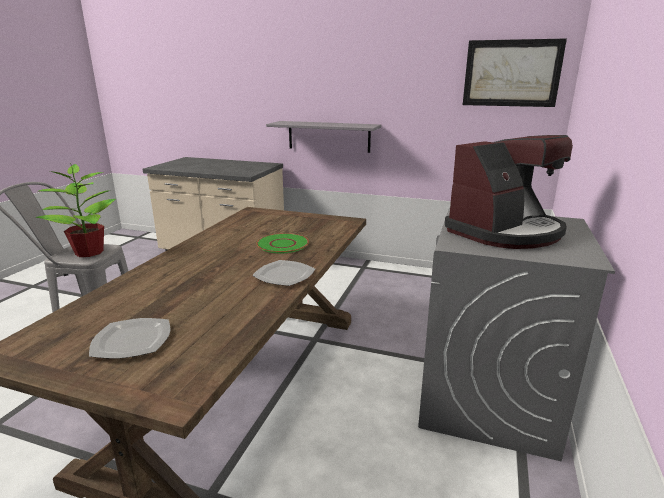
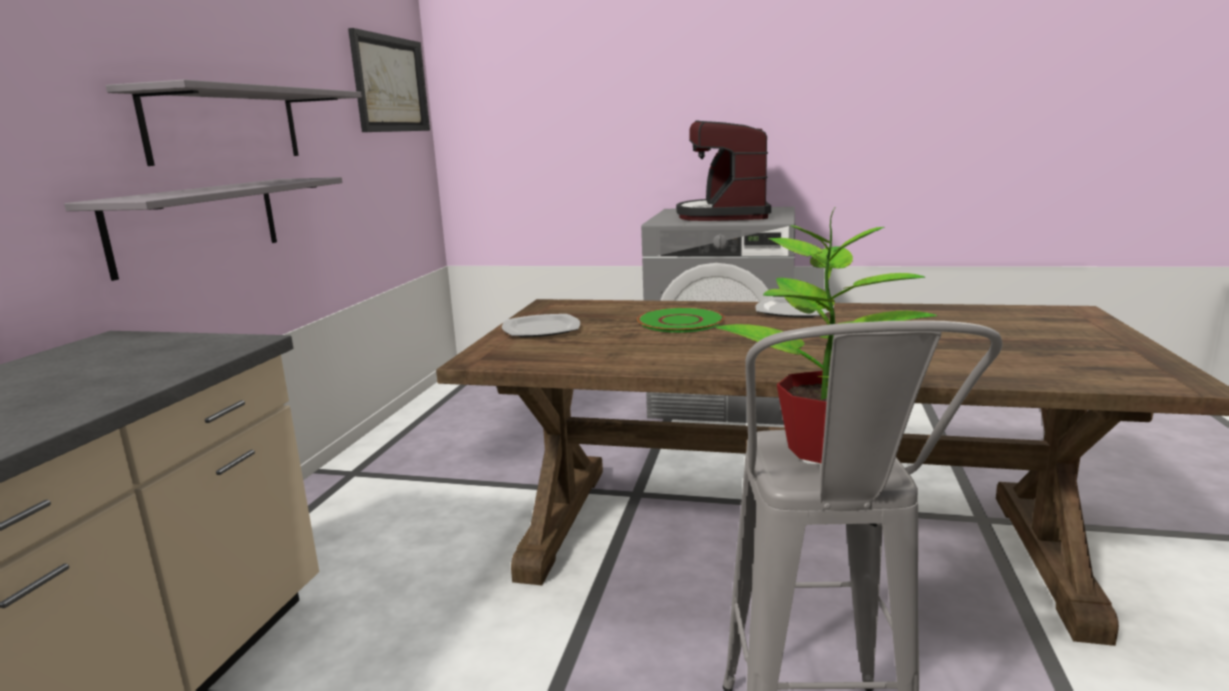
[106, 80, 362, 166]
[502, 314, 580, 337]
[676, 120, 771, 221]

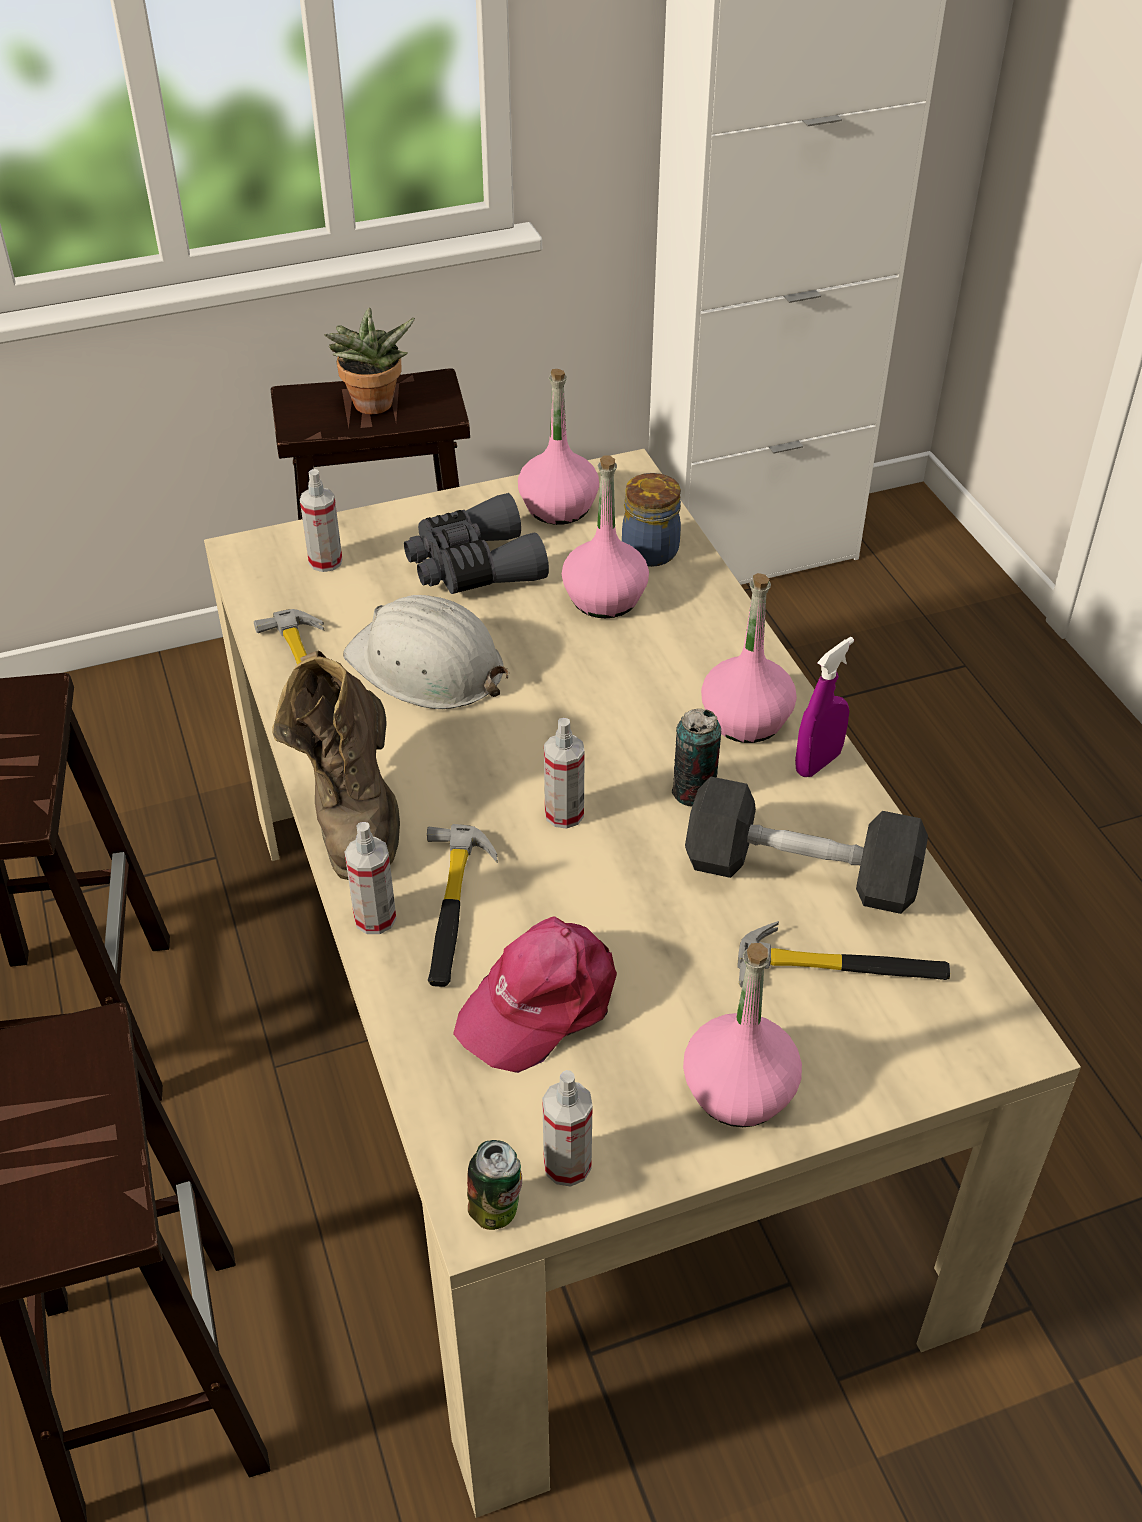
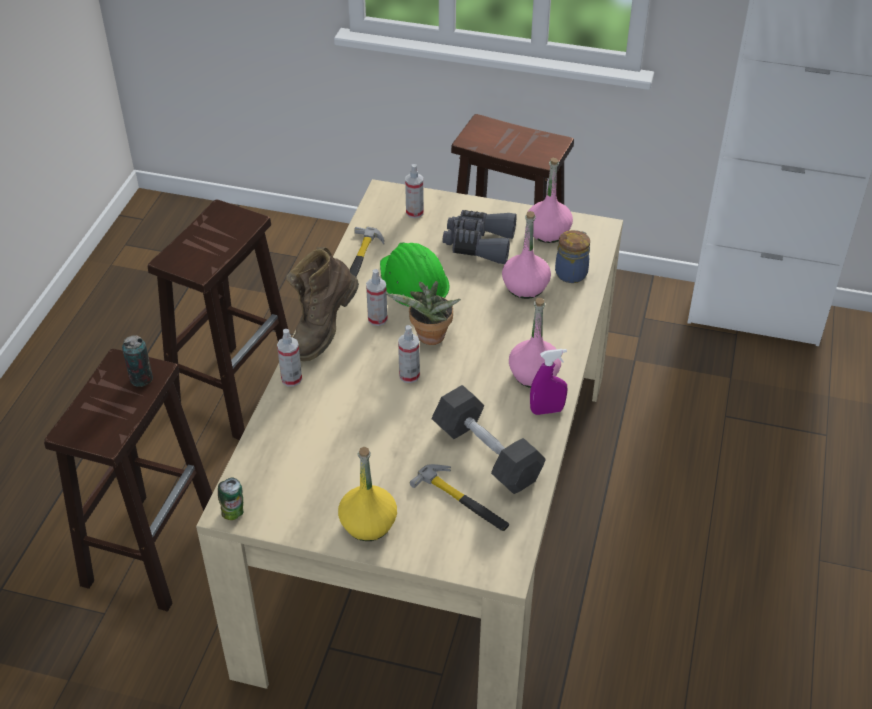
[122, 335, 153, 387]
[338, 446, 397, 541]
[366, 269, 388, 326]
[380, 242, 450, 307]
[385, 281, 461, 345]
[427, 824, 498, 987] (first image)
[453, 916, 617, 1073] (first image)

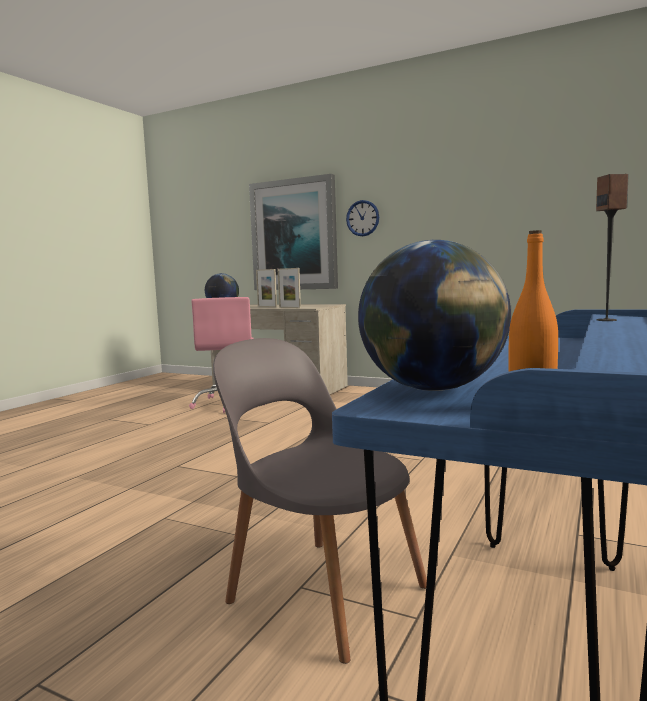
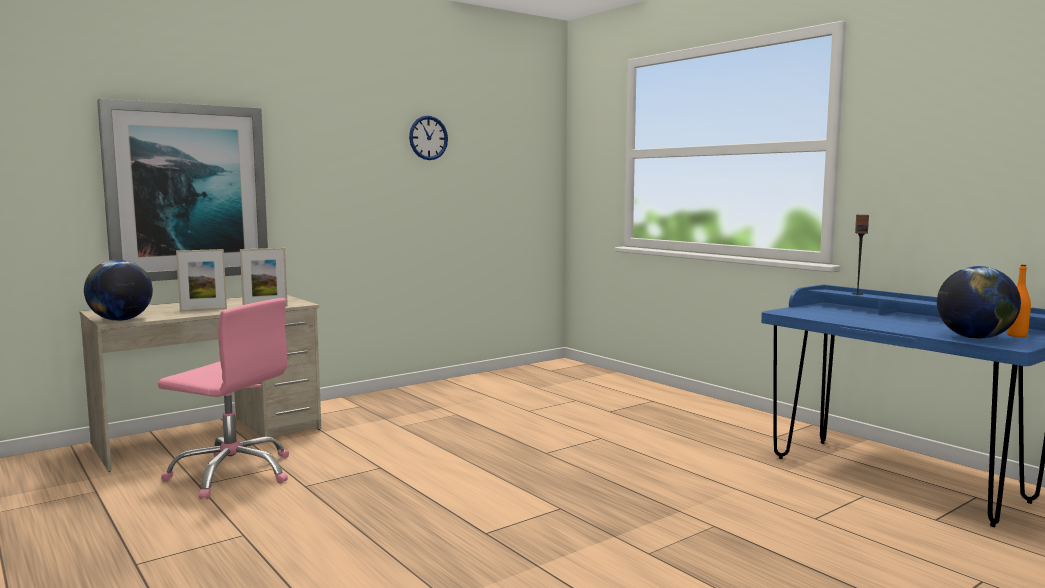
[409, 116, 448, 160]
[213, 338, 427, 664] (first image)

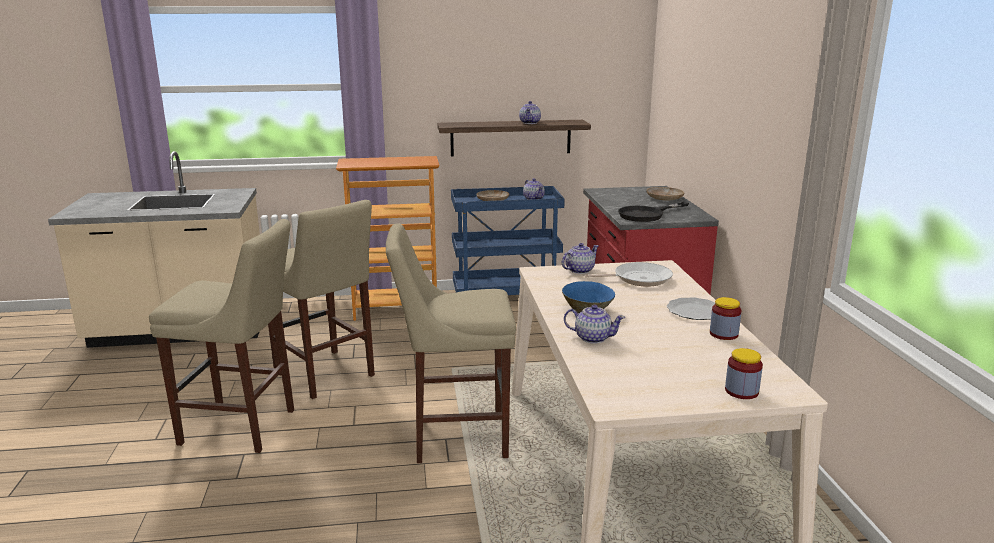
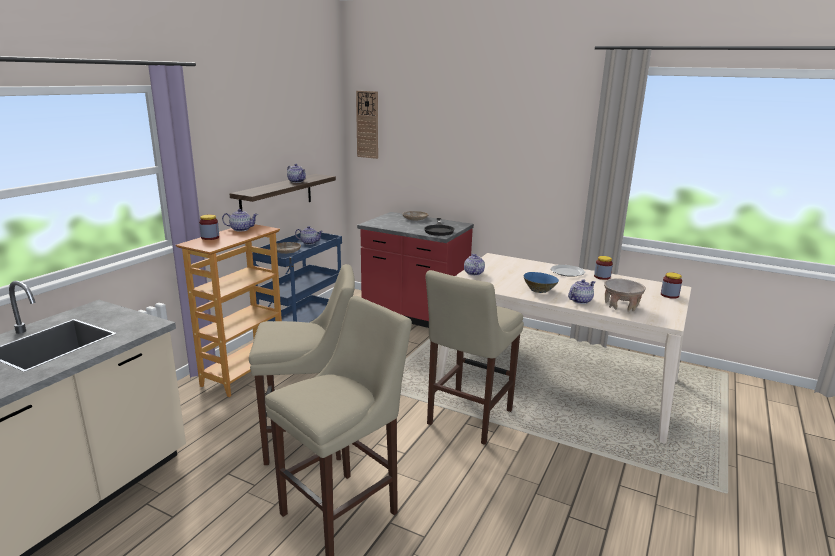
[199, 215, 219, 240]
[222, 209, 258, 232]
[356, 91, 378, 159]
[604, 278, 646, 312]
[584, 262, 673, 286] (first image)

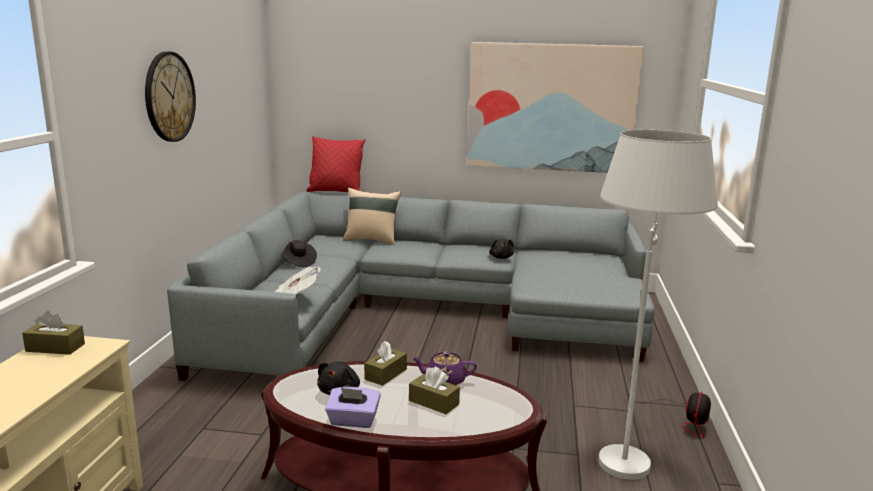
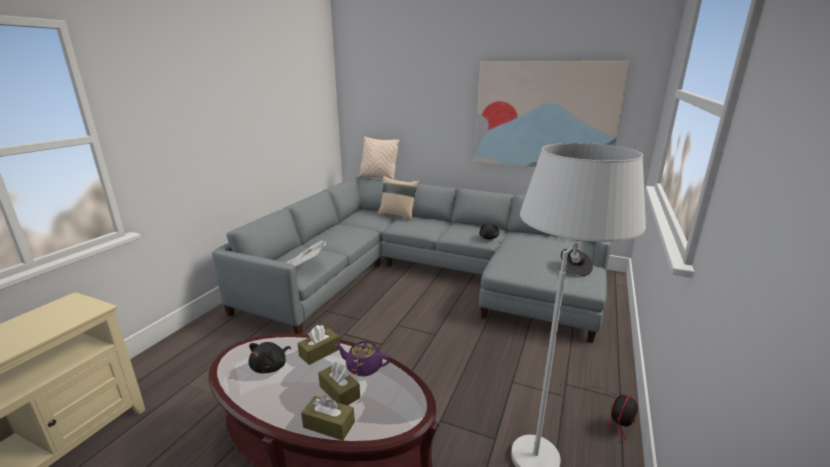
[301, 396, 355, 440]
[358, 136, 400, 179]
[561, 249, 593, 276]
[145, 52, 196, 142] (first image)
[325, 387, 381, 428] (first image)

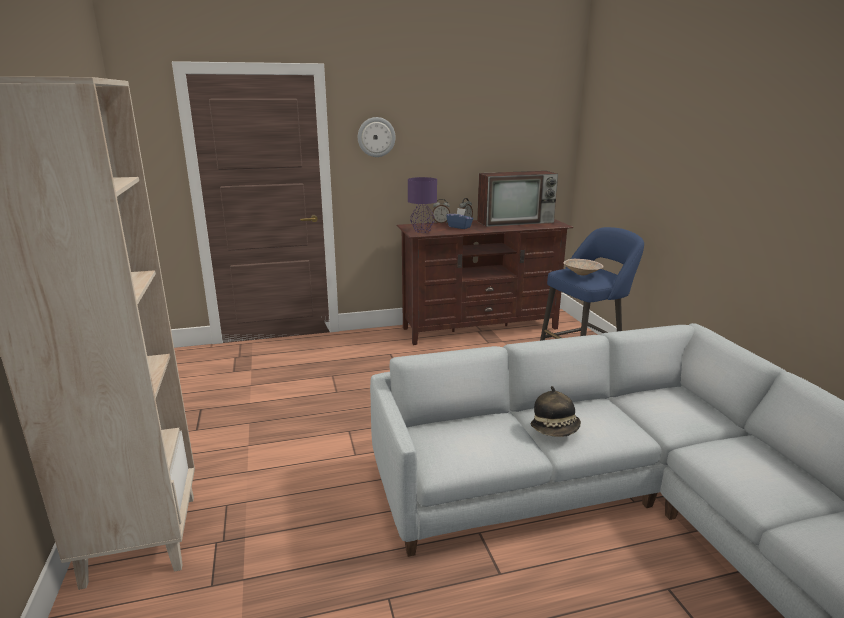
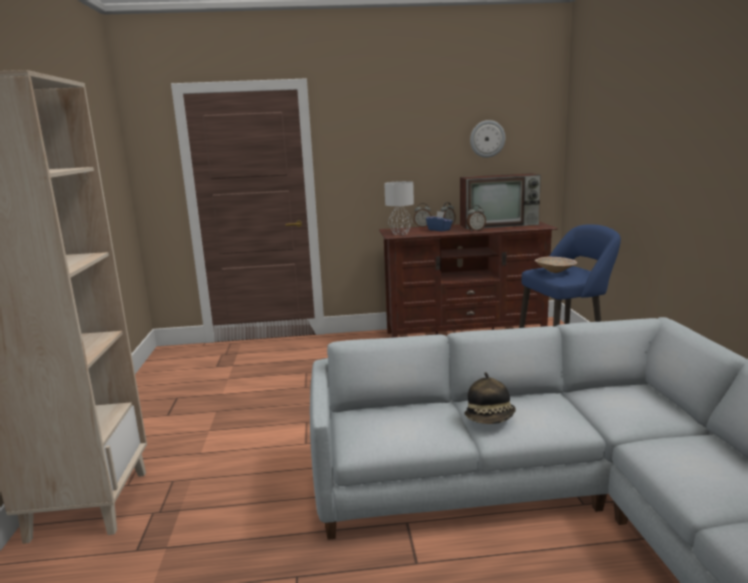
[384, 181, 414, 235]
[467, 205, 486, 231]
[470, 120, 505, 158]

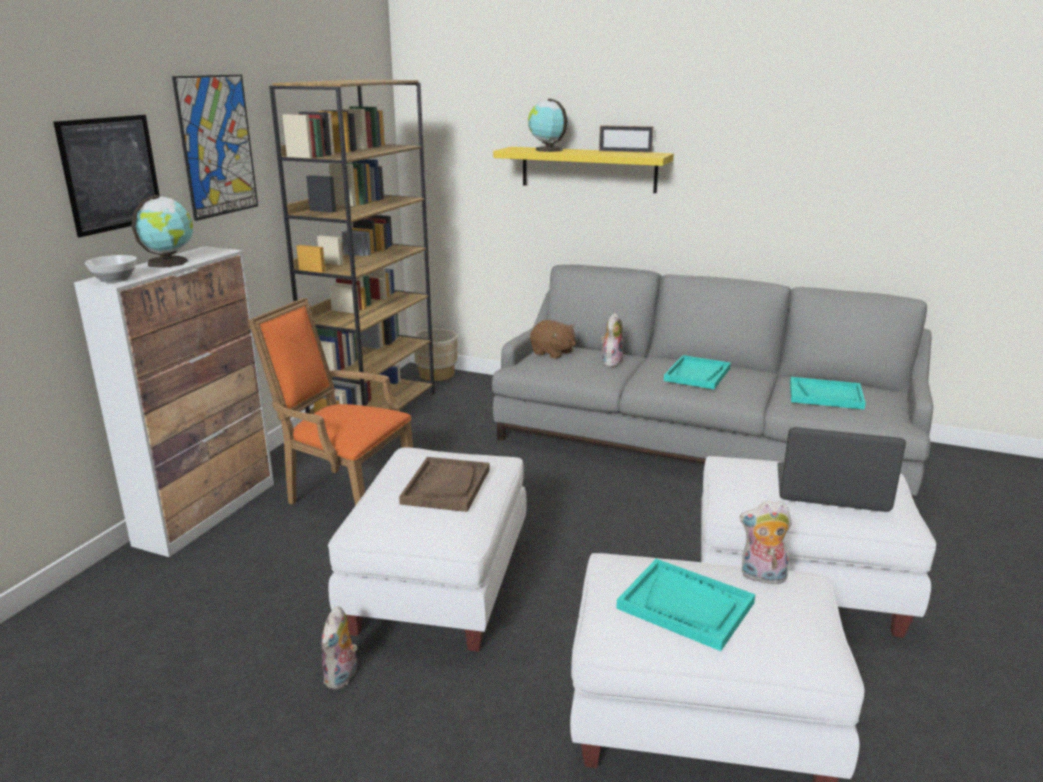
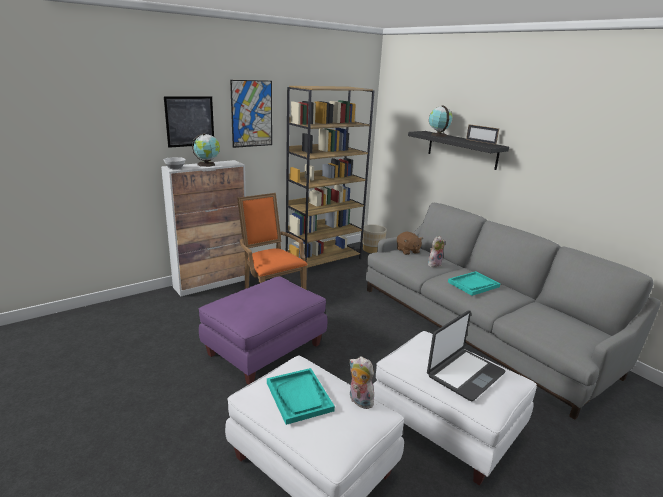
[199, 277, 327, 385]
[408, 131, 509, 170]
[427, 311, 505, 401]
[321, 606, 358, 690] (first image)
[399, 457, 490, 512] (first image)
[790, 377, 866, 410] (first image)

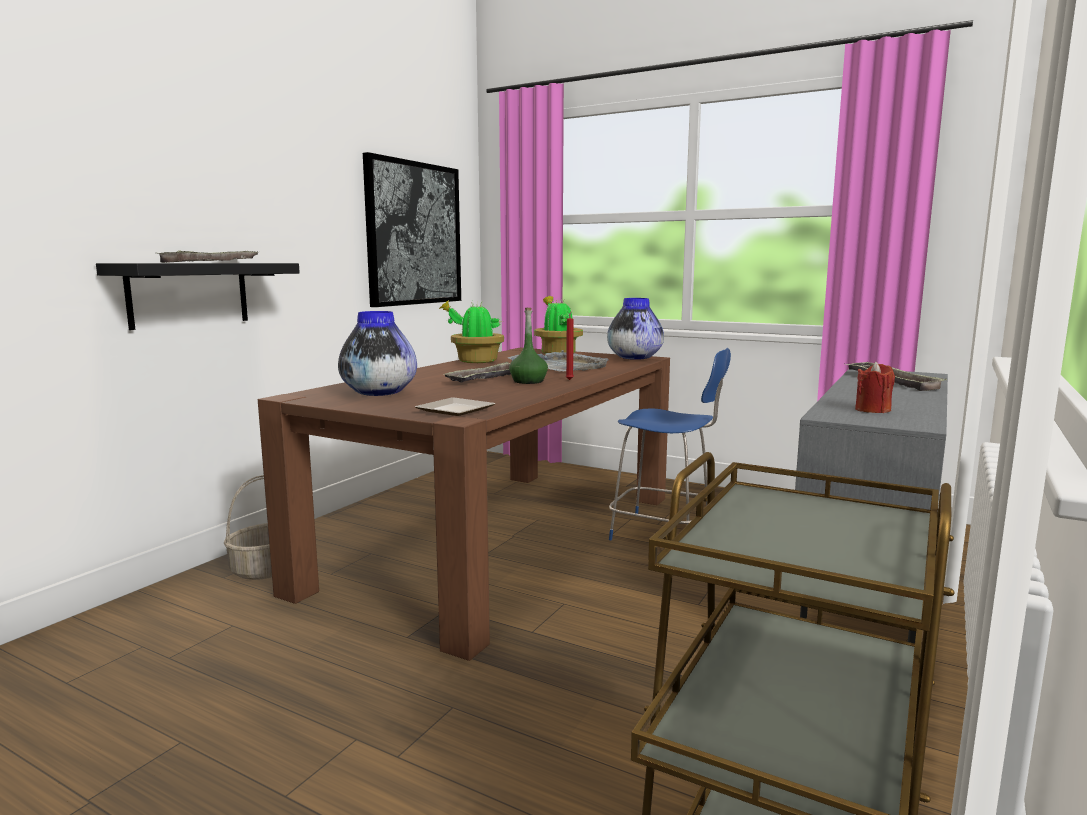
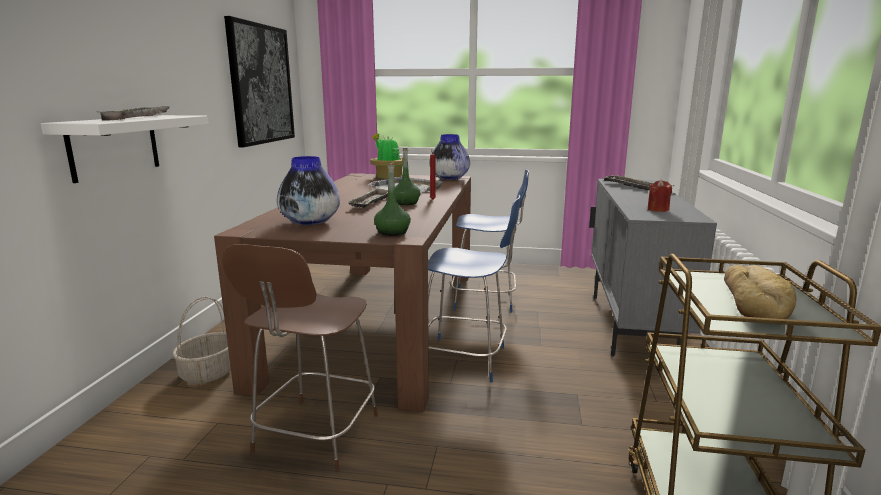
[41, 115, 208, 183]
[222, 244, 378, 472]
[374, 163, 411, 236]
[428, 195, 521, 382]
[724, 265, 797, 319]
[439, 300, 504, 363] (first image)

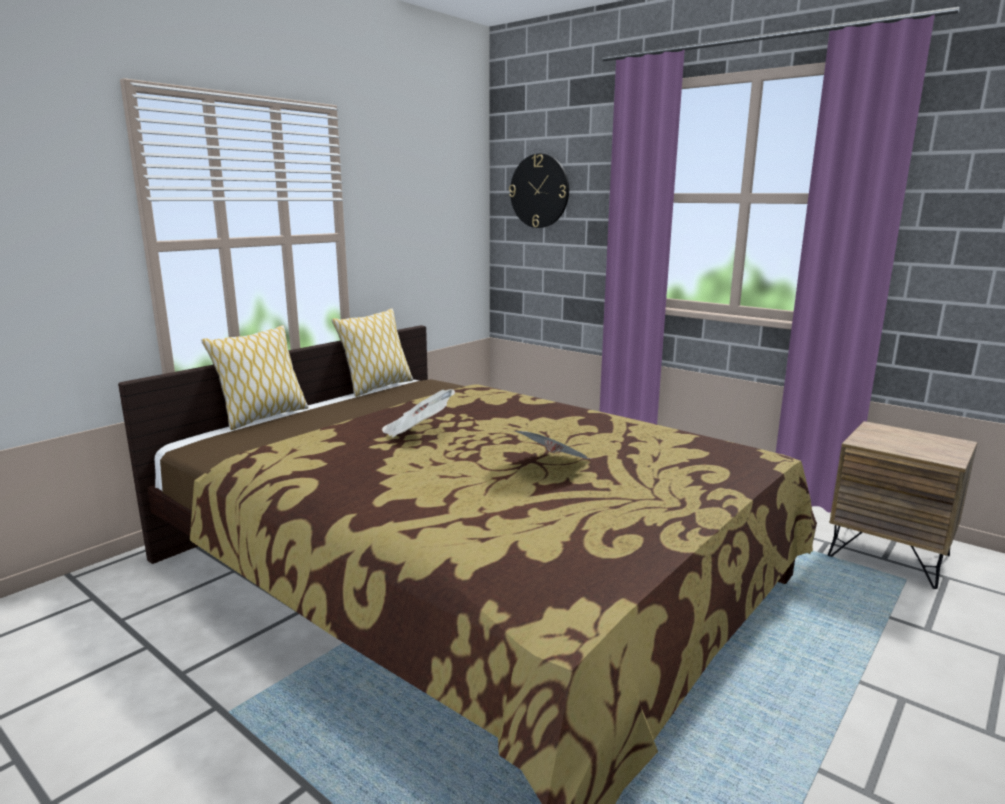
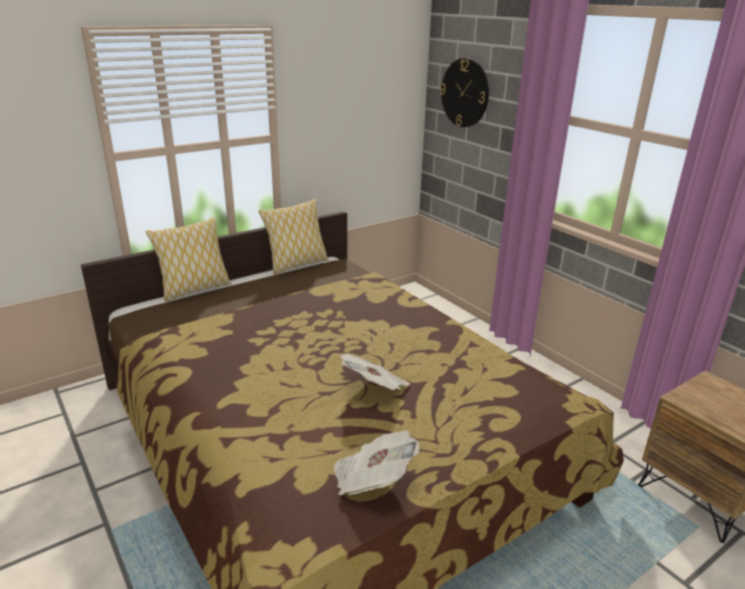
[334, 430, 419, 496]

